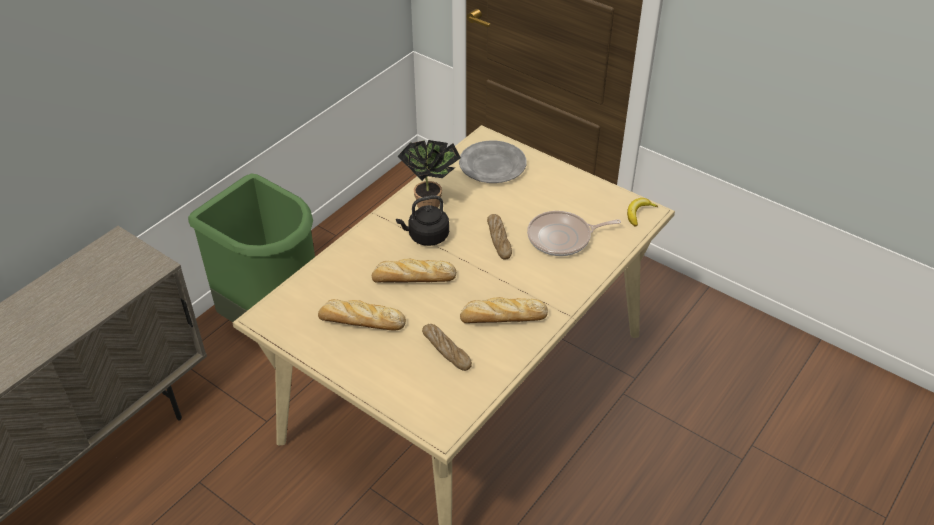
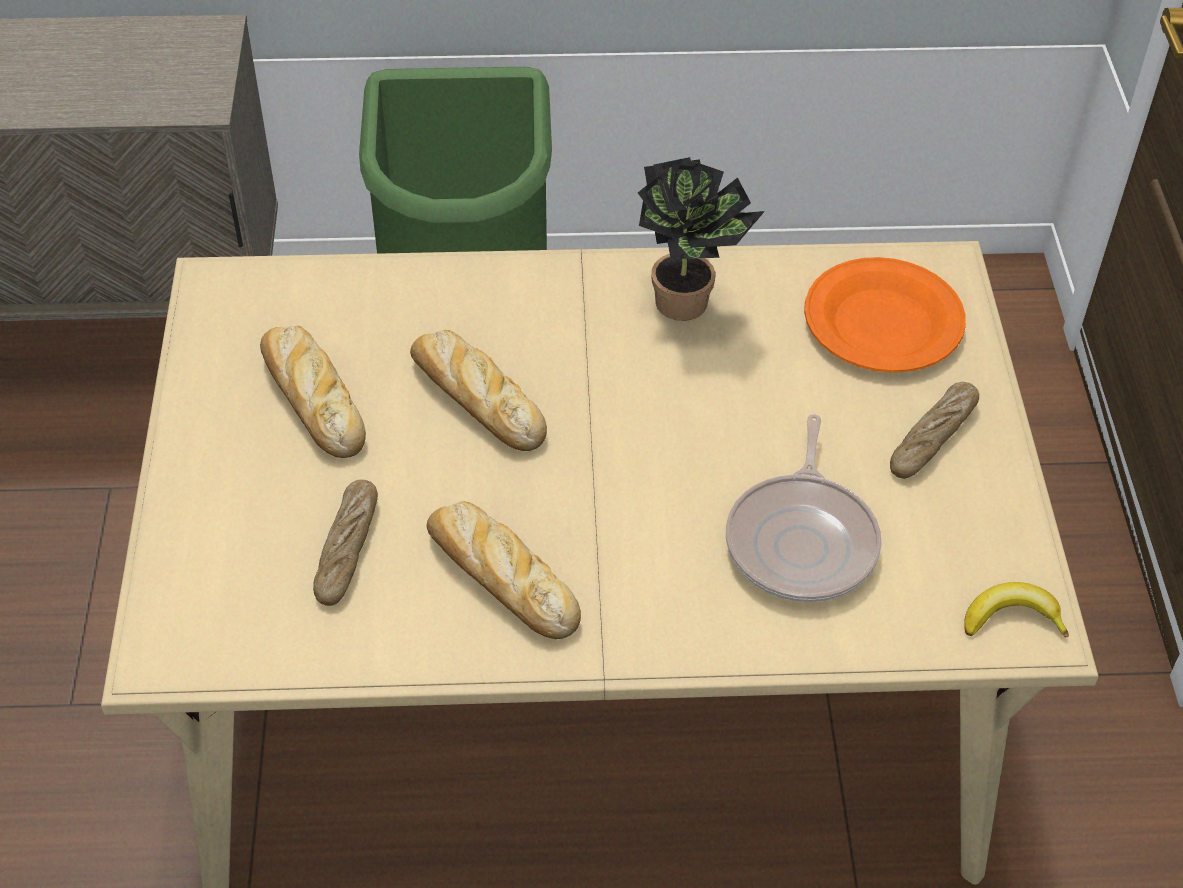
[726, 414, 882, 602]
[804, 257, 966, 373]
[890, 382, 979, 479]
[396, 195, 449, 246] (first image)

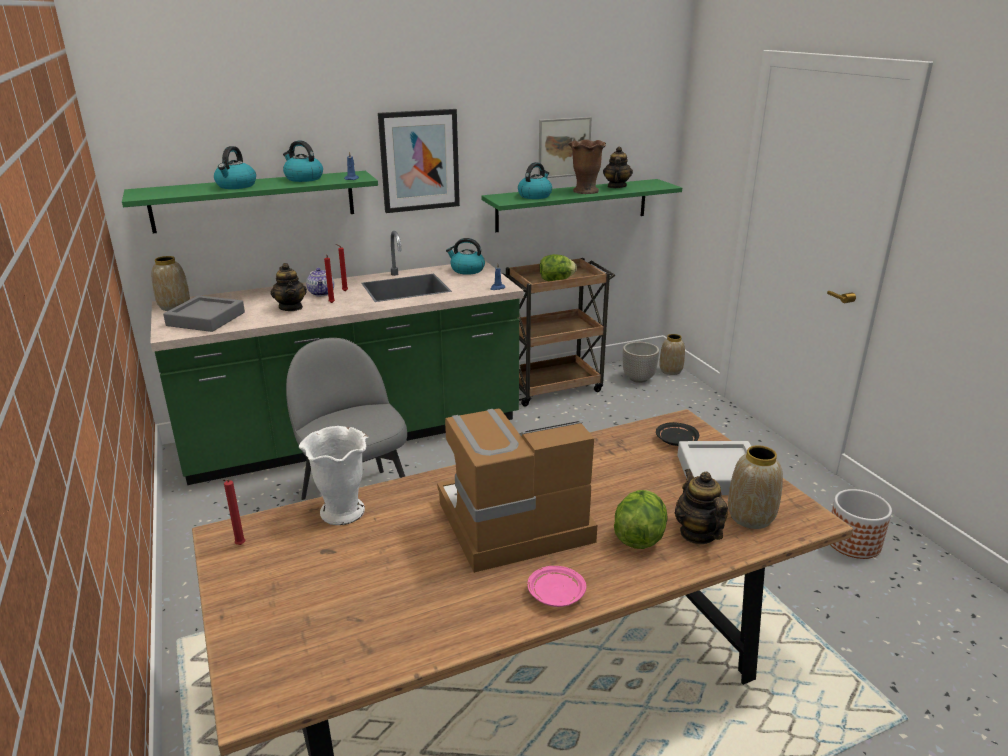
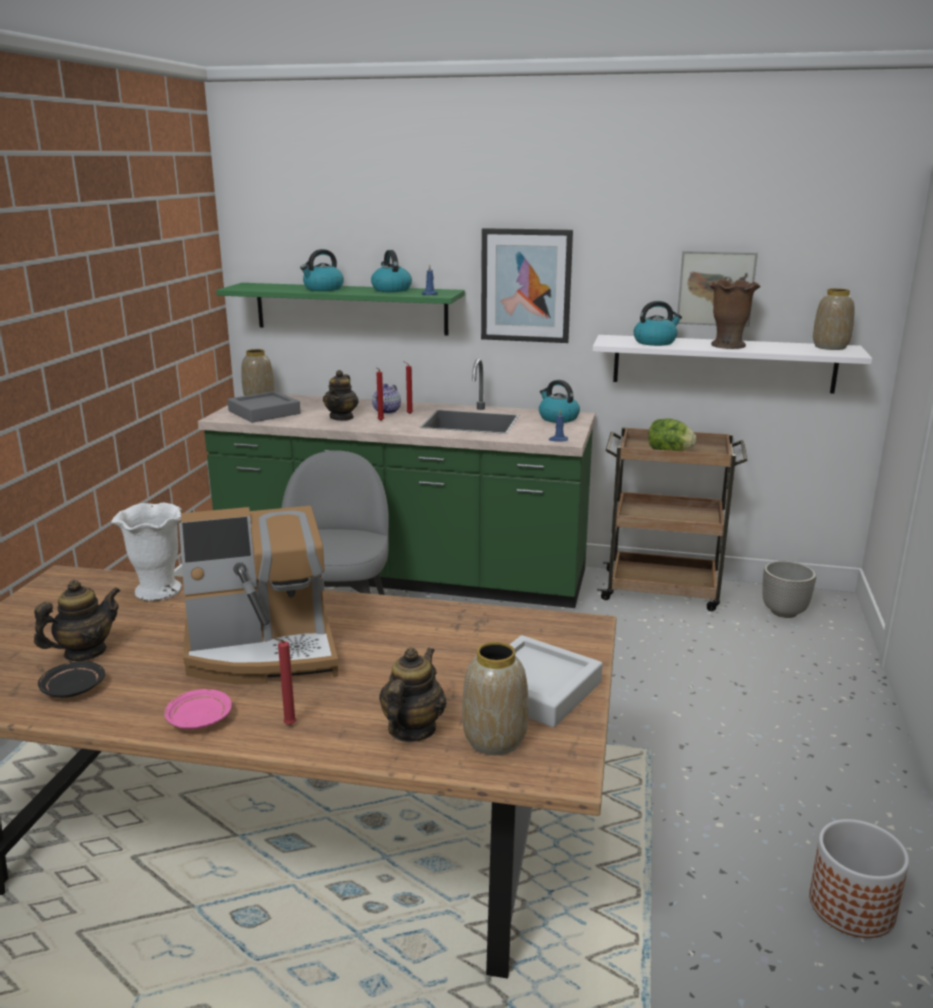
[34, 580, 121, 661]
[38, 661, 105, 698]
[179, 506, 338, 684]
[274, 638, 297, 725]
[593, 335, 872, 394]
[813, 288, 854, 350]
[614, 490, 667, 549] (first image)

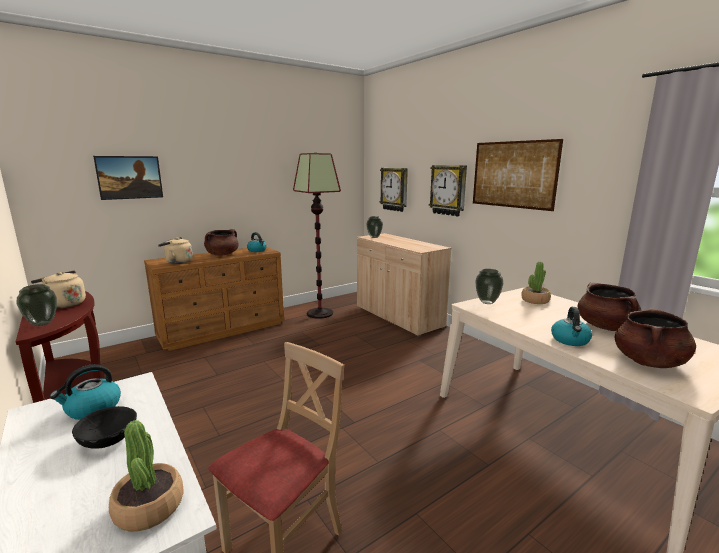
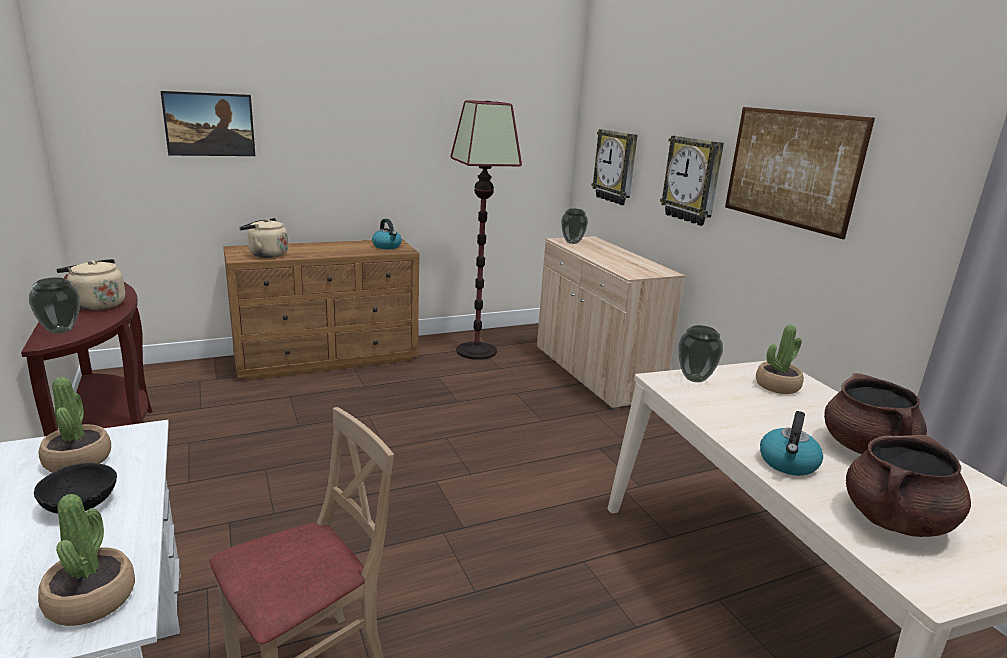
[39, 377, 111, 473]
[204, 229, 238, 256] (first image)

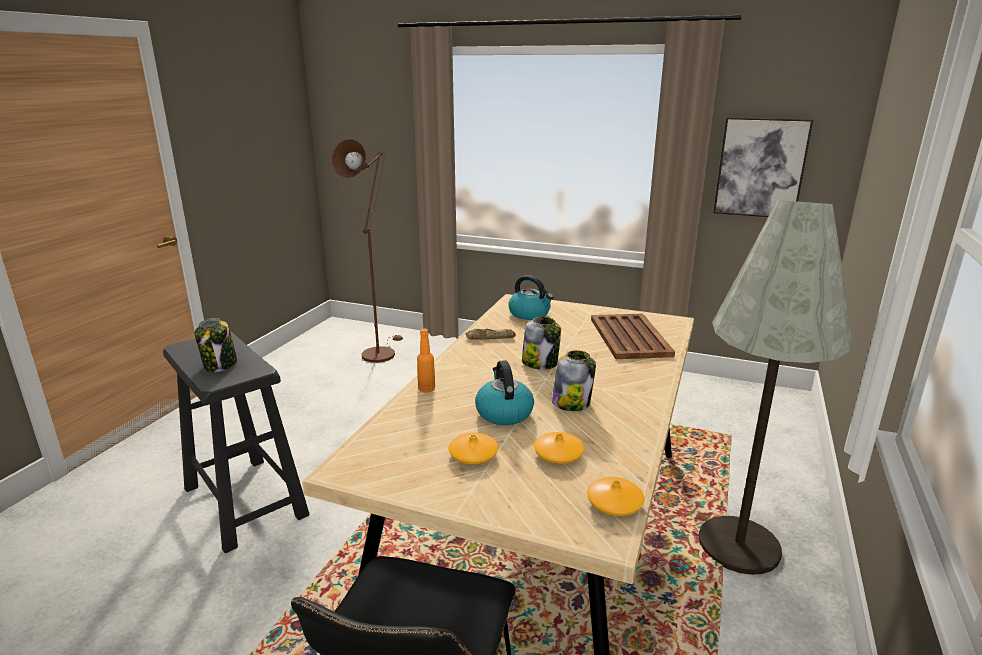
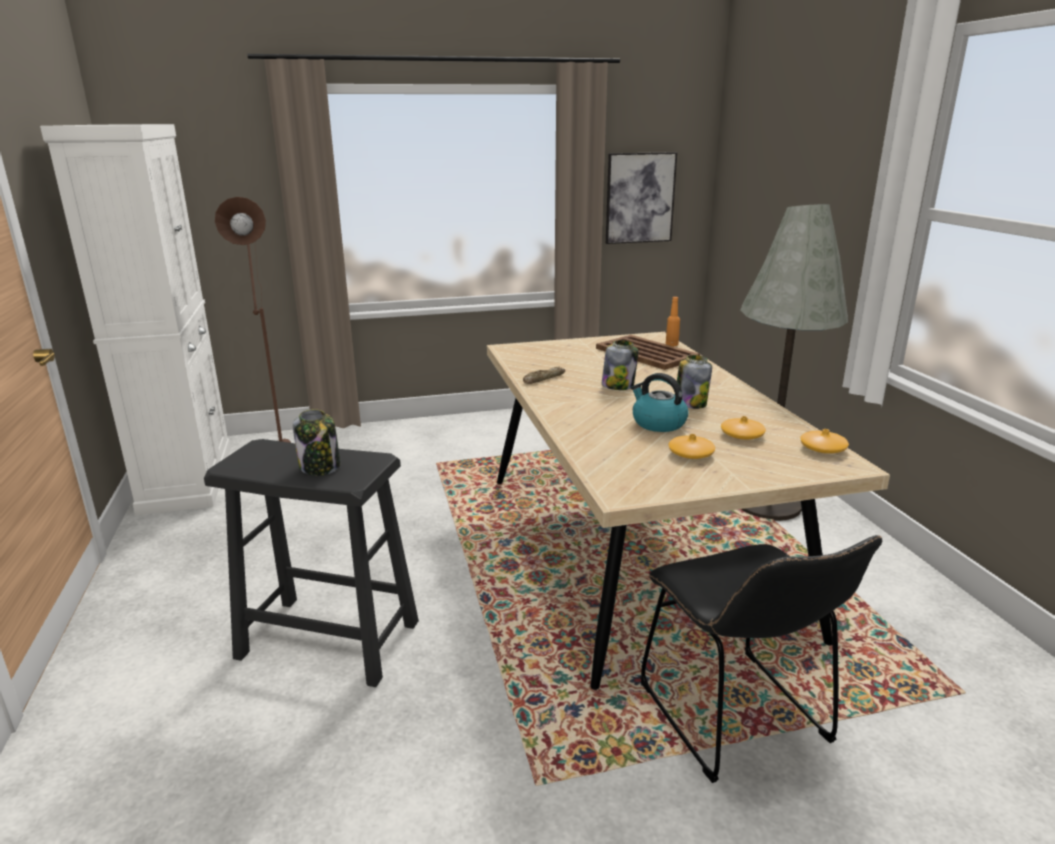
[40, 124, 231, 516]
[666, 297, 680, 346]
[509, 275, 554, 320] (first image)

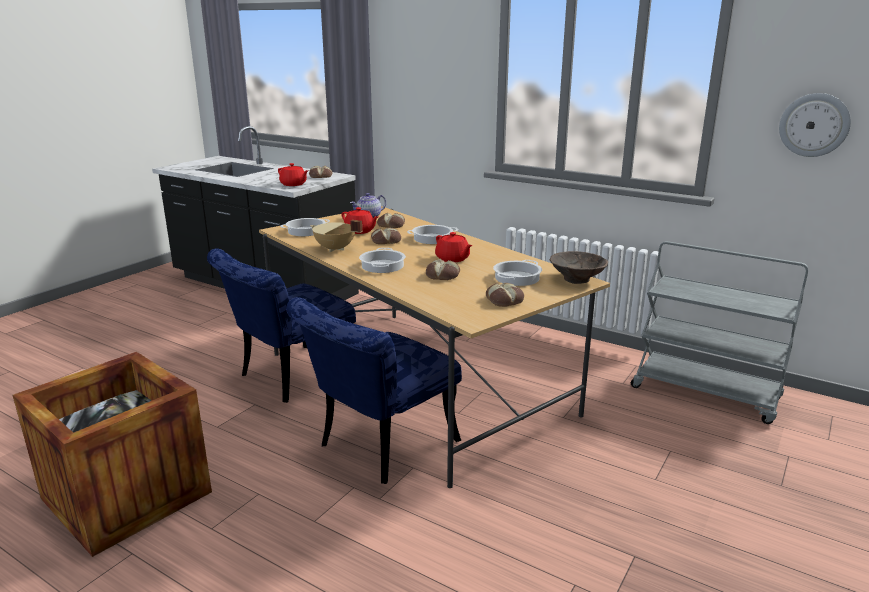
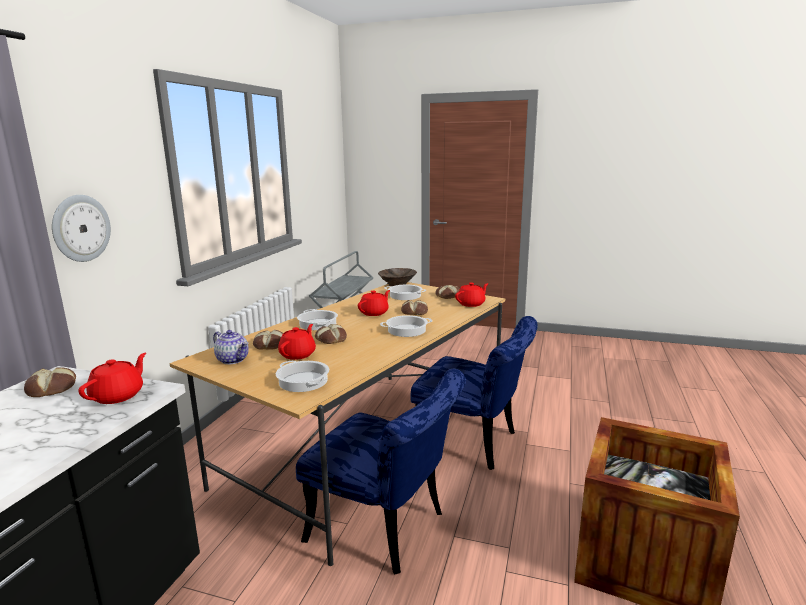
[52, 195, 111, 262]
[455, 282, 489, 307]
[311, 220, 362, 252] (first image)

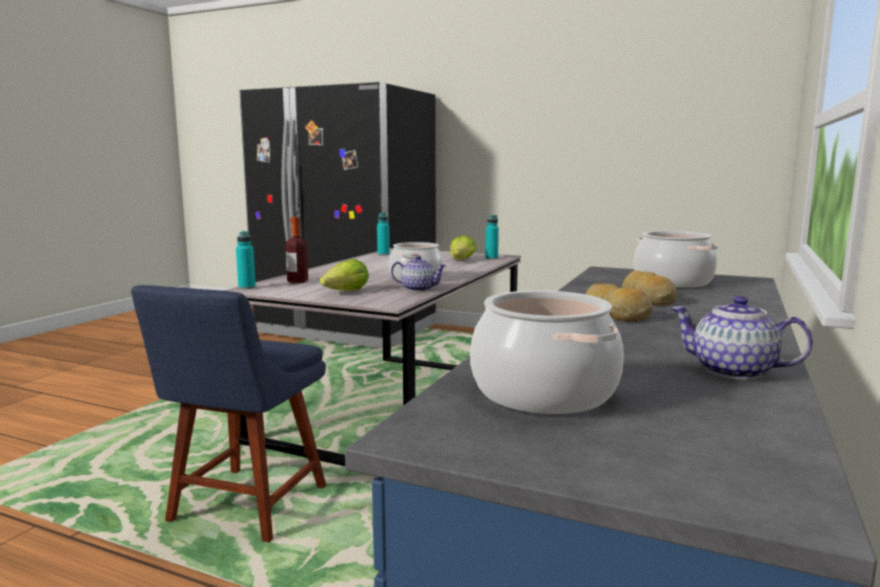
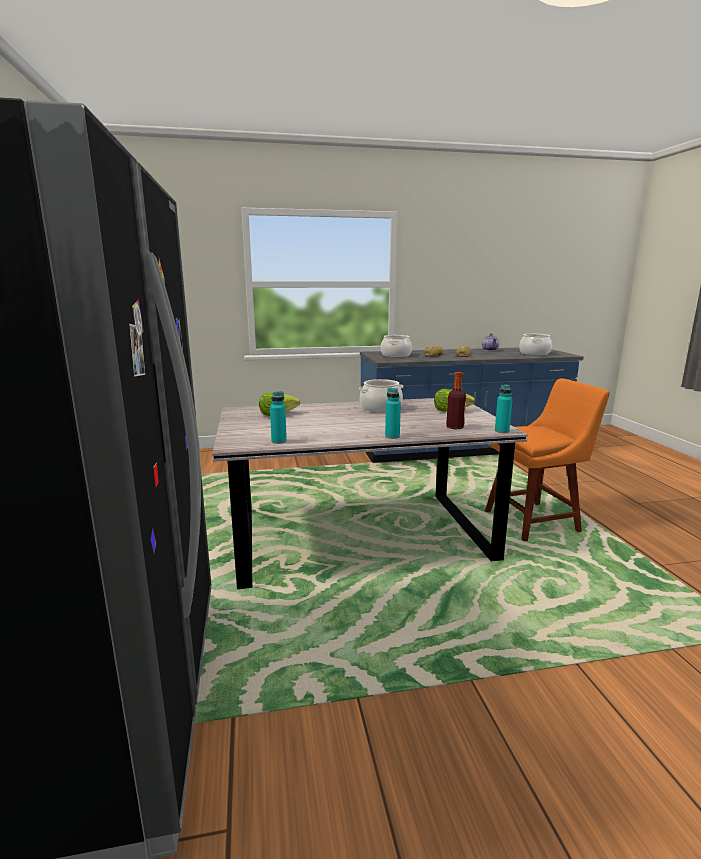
[385, 388, 401, 439]
[485, 378, 610, 542]
[391, 256, 447, 292] (first image)

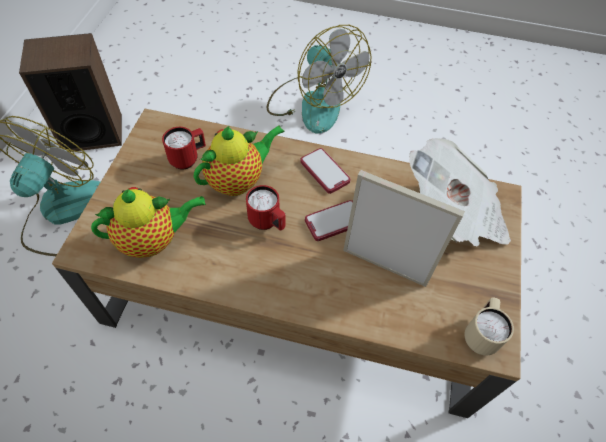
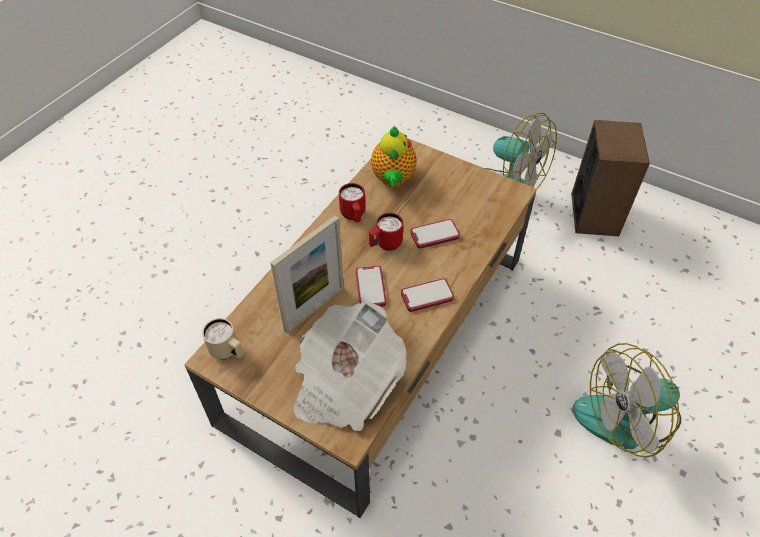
[339, 183, 365, 222]
[410, 219, 460, 249]

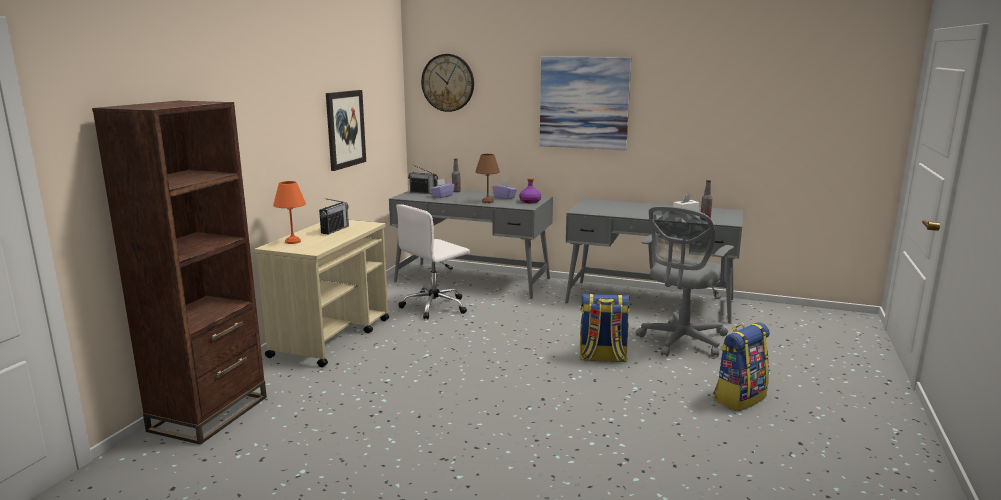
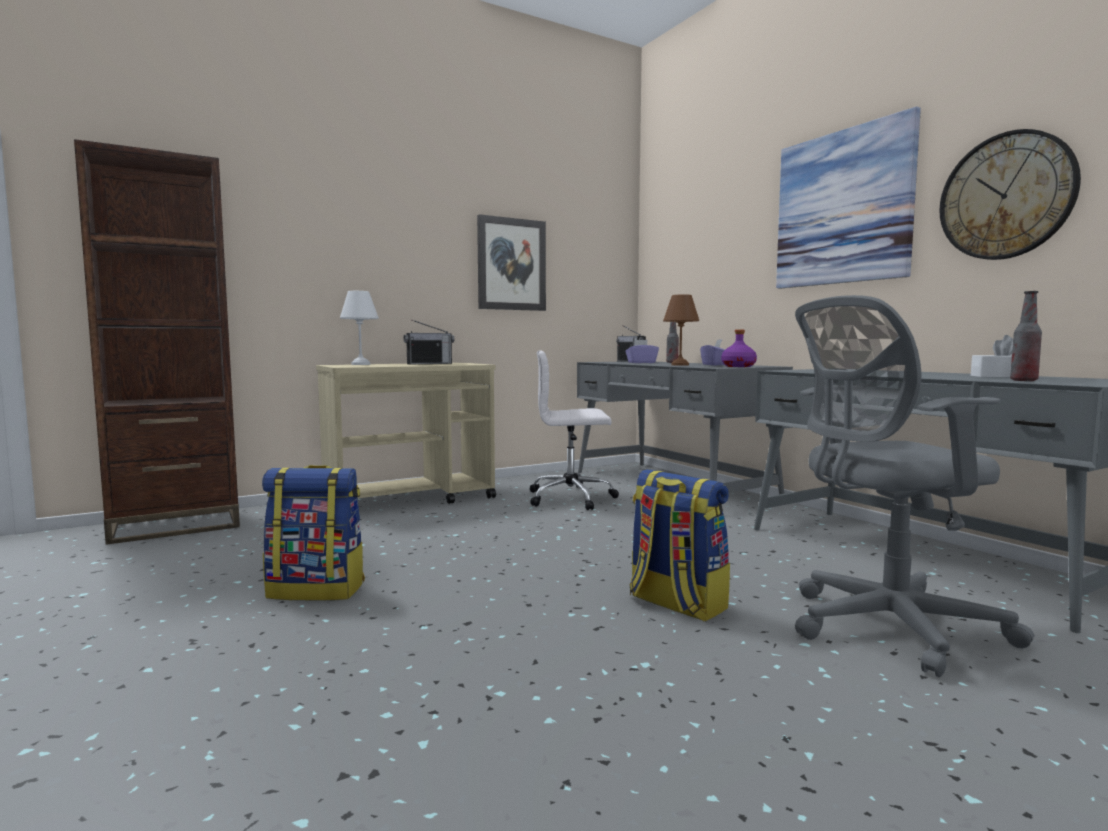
[262, 465, 365, 601]
[340, 291, 379, 365]
[939, 129, 1081, 260]

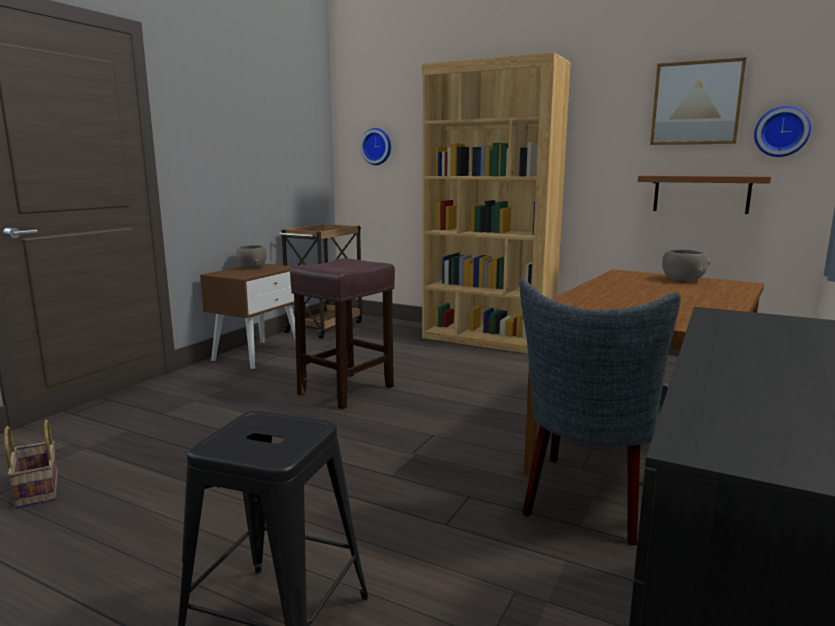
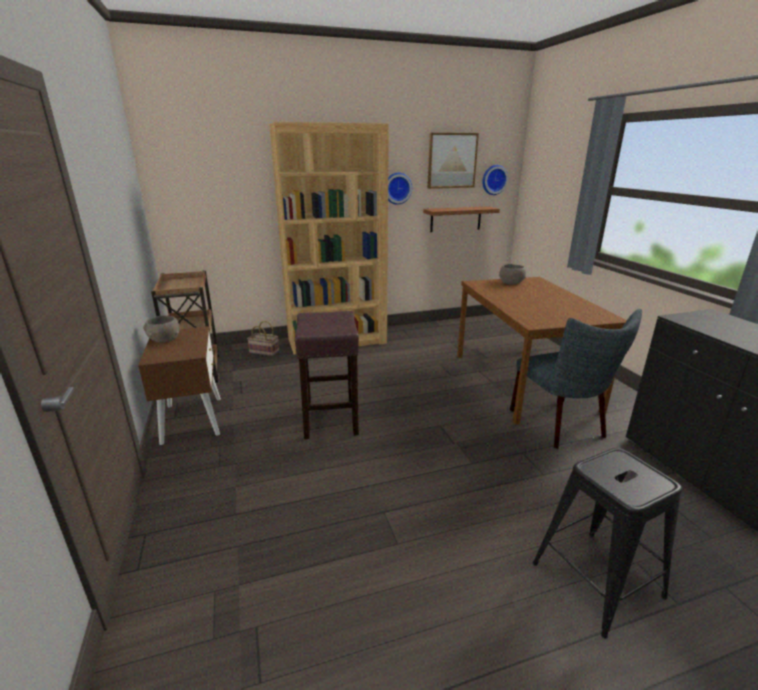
[247, 321, 279, 356]
[388, 173, 412, 205]

